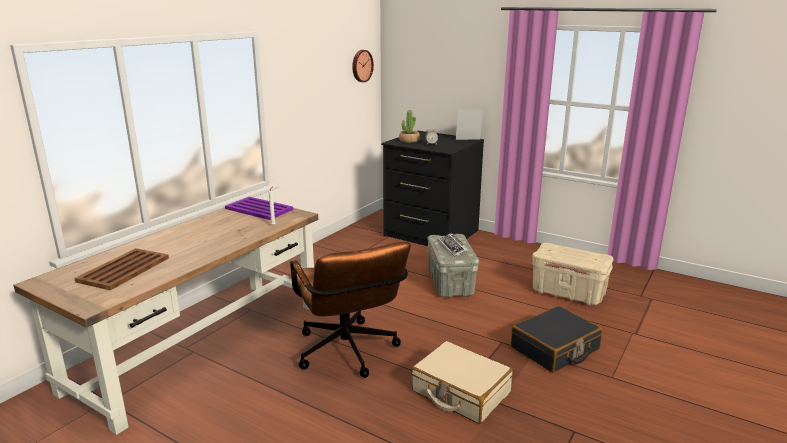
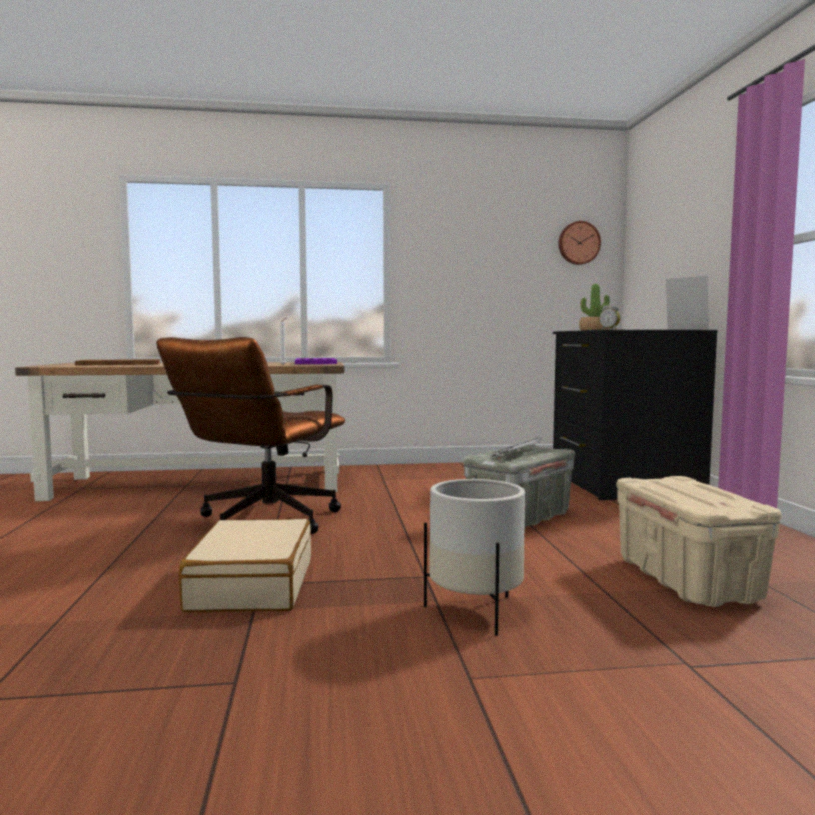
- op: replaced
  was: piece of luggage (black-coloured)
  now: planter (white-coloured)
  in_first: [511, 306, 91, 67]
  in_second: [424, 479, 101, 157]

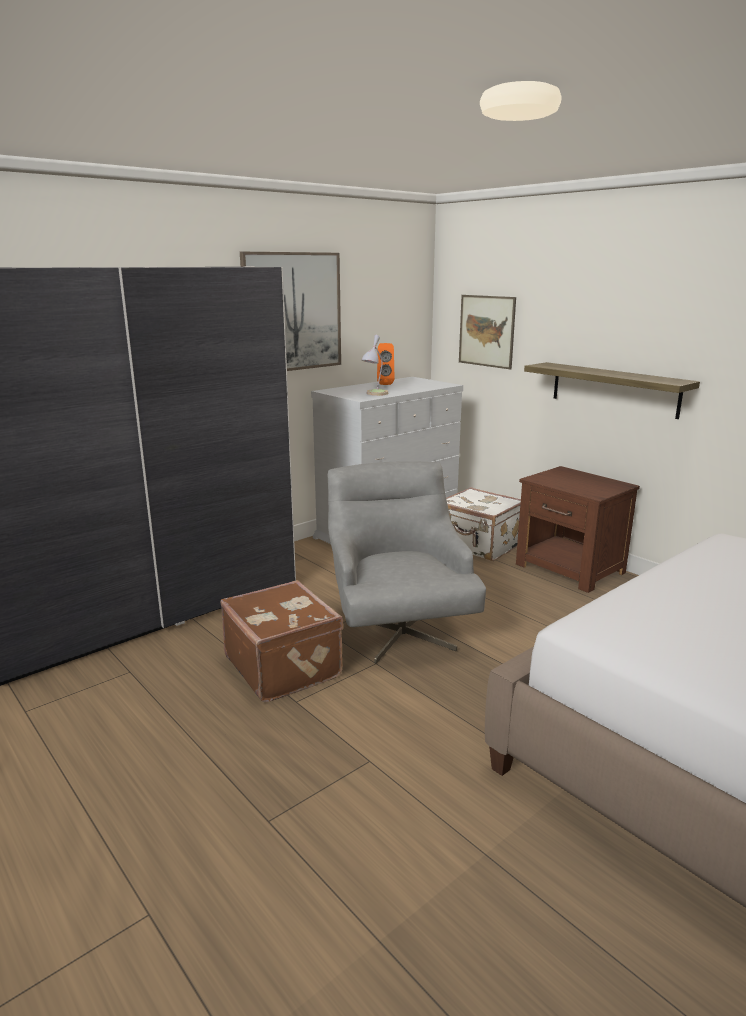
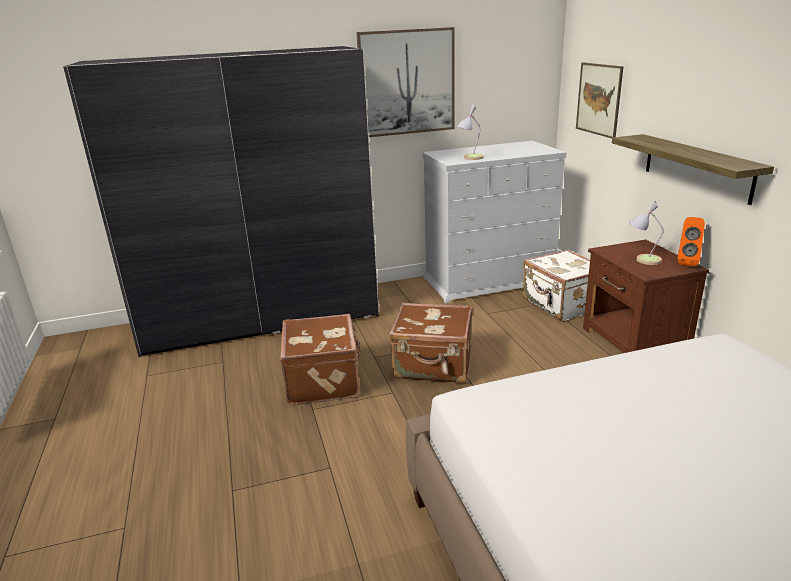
- op: added
  now: tabletop lamp
  in_second: [629, 201, 35, 64]
- op: moved
  was: speaker (orange-coloured)
  in_first: [377, 343, 18, 42]
  in_second: [678, 217, 27, 49]
- op: replaced
  was: armchair (grey)
  now: piece of luggage (brownish)
  in_first: [327, 461, 159, 203]
  in_second: [390, 303, 83, 80]

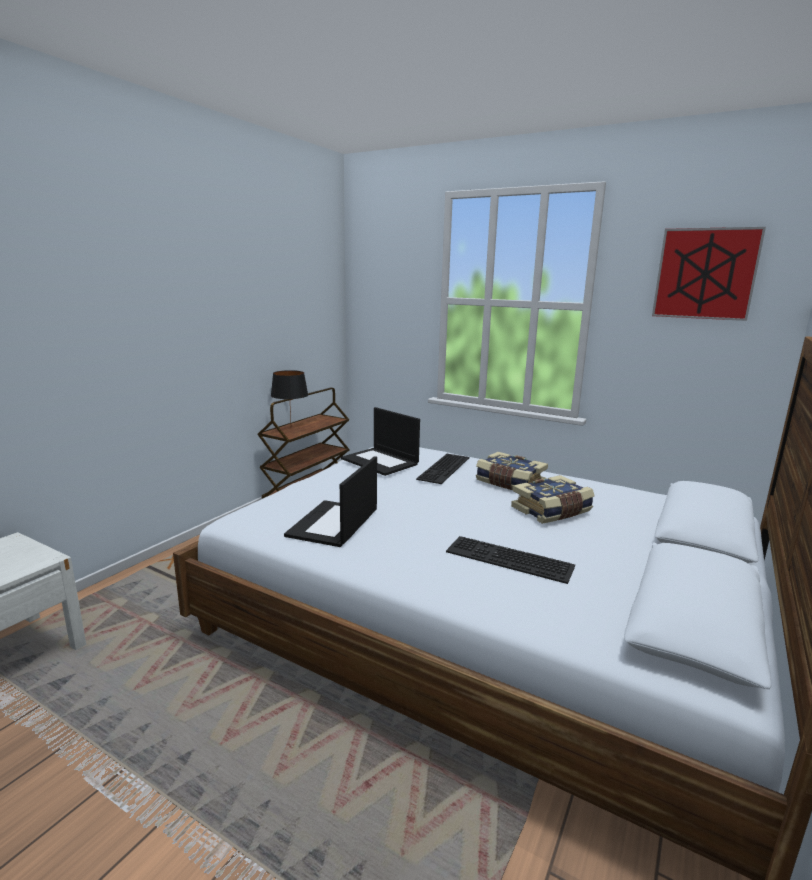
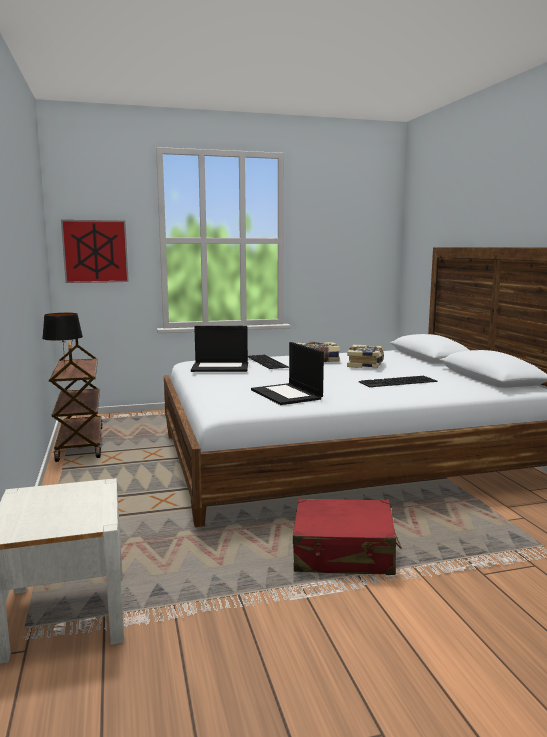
- op: added
  now: piece of luggage (reddish)
  in_second: [293, 499, 109, 76]
- op: moved
  was: wall art
  in_first: [652, 227, 114, 94]
  in_second: [61, 220, 68, 63]

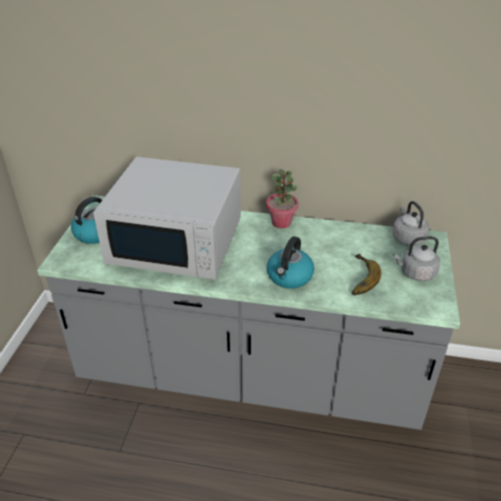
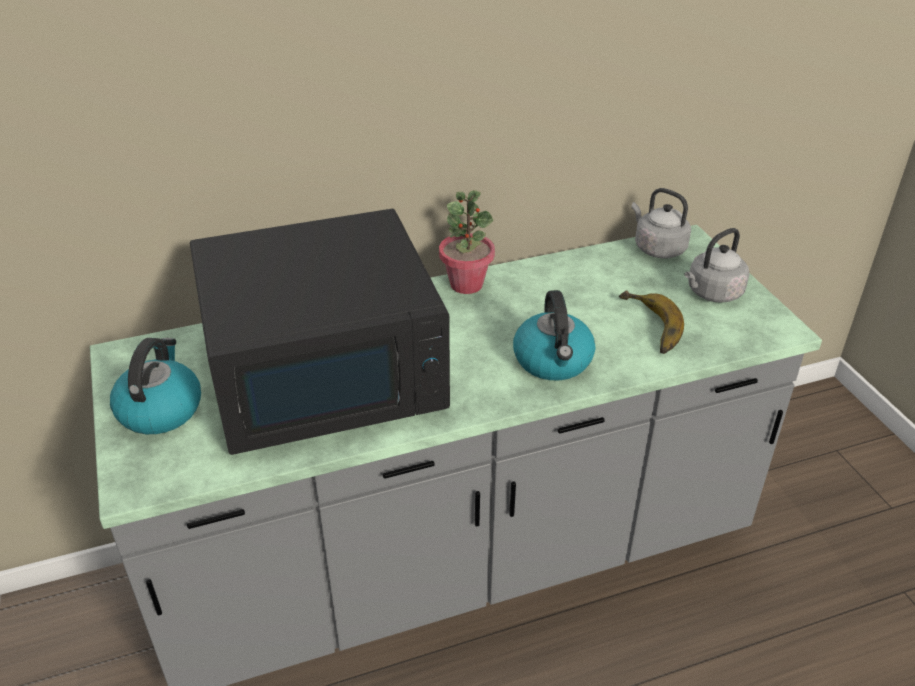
- op: recoloured
  was: microwave oven (white-coloured)
  now: microwave oven (black-coloured)
  in_first: [93, 157, 148, 123]
  in_second: [190, 209, 260, 246]

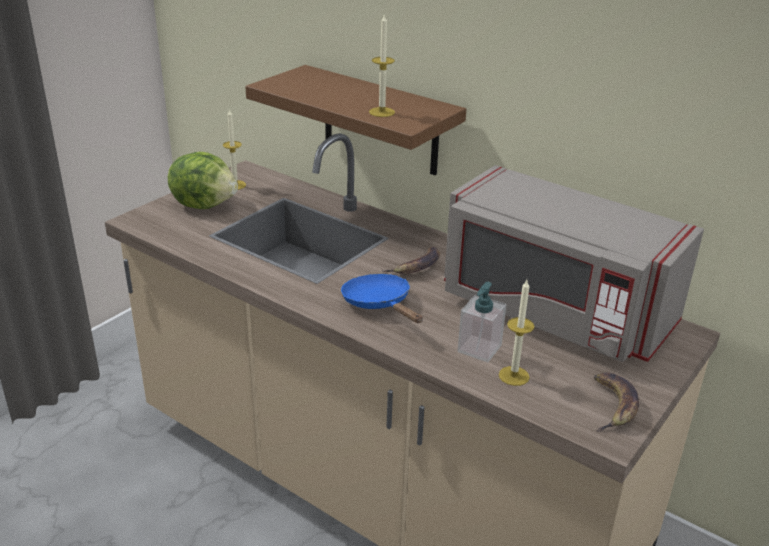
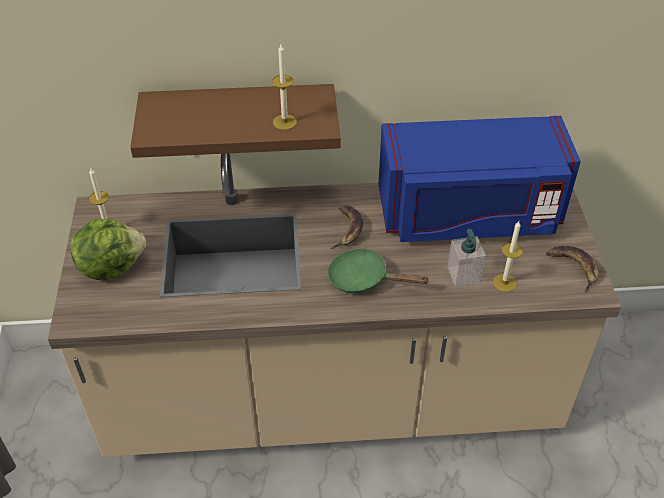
- op: recoloured
  was: frying pan (blue-coloured)
  now: frying pan (green)
  in_first: [341, 274, 82, 49]
  in_second: [327, 248, 103, 45]
- op: recoloured
  was: microwave oven (grey)
  now: microwave oven (blue-coloured)
  in_first: [444, 165, 260, 197]
  in_second: [379, 116, 202, 126]

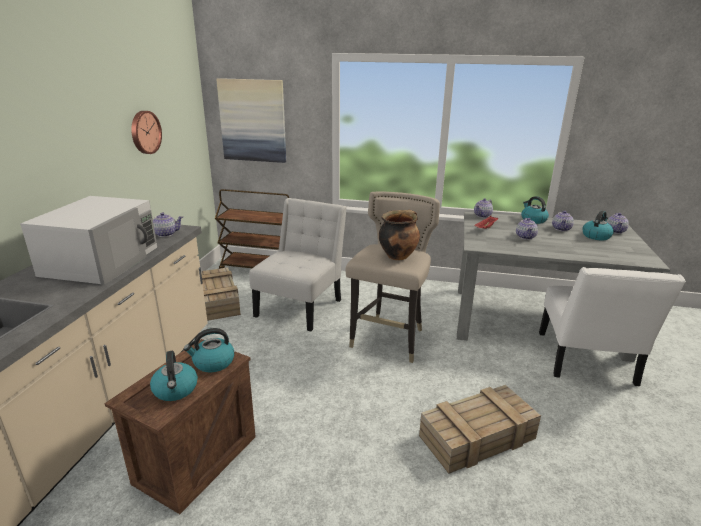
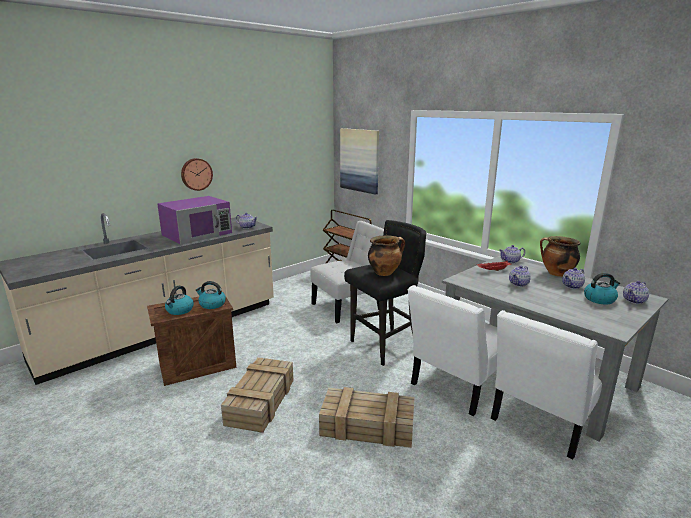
- op: added
  now: plain chair (white-coloured)
  in_second: [408, 285, 89, 131]
- op: moved
  was: hanging clock
  in_first: [131, 111, 31, 43]
  in_second: [181, 158, 32, 33]
- op: moved
  was: packing crate
  in_first: [201, 267, 40, 54]
  in_second: [221, 357, 72, 76]
- op: replaced
  was: tea kettle
  now: cooking pot
  in_first: [521, 196, 28, 28]
  in_second: [540, 236, 40, 41]
- op: recoloured
  was: microwave oven (white-coloured)
  now: microwave oven (purple)
  in_first: [20, 196, 137, 89]
  in_second: [157, 196, 75, 49]
- op: recoloured
  was: stool seat (sand-coloured)
  now: stool seat (black-coloured)
  in_first: [346, 191, 94, 172]
  in_second: [344, 220, 82, 146]

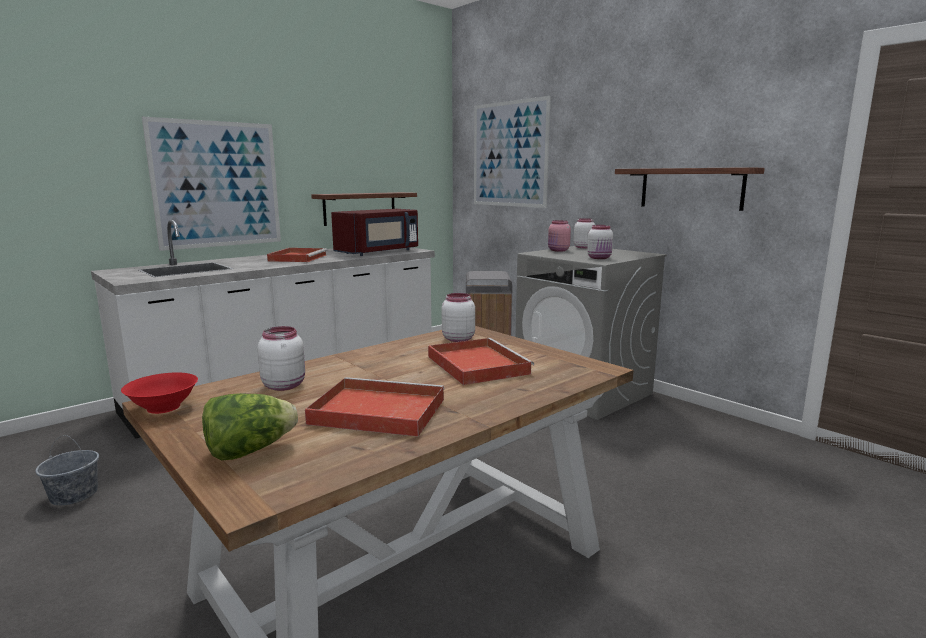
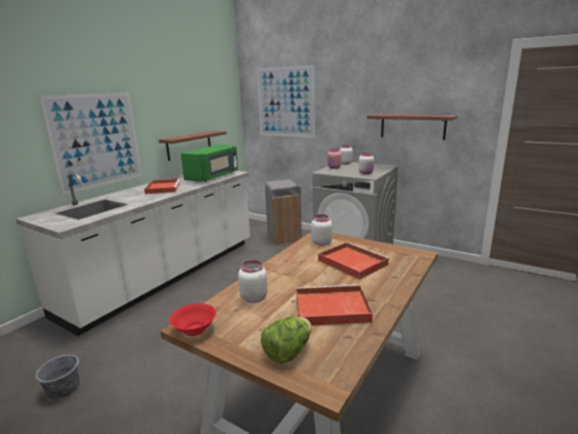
- op: recoloured
  was: microwave oven (reddish)
  now: microwave oven (green)
  in_first: [331, 209, 87, 47]
  in_second: [181, 145, 57, 37]

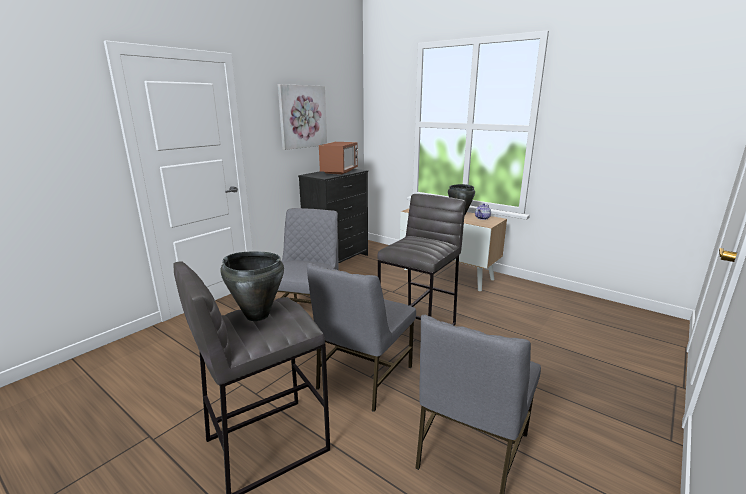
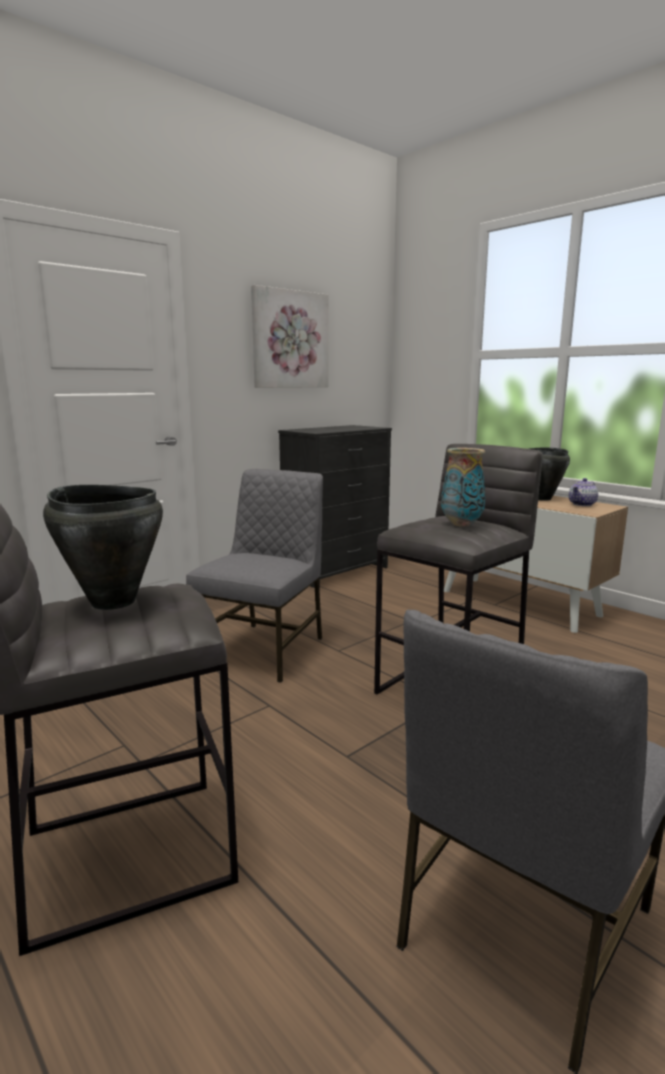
- op: removed
  was: plain chair (grey)
  in_first: [307, 263, 109, 149]
- op: removed
  was: microwave oven
  in_first: [319, 142, 39, 33]
- op: added
  now: flower vase
  in_second: [441, 448, 44, 79]

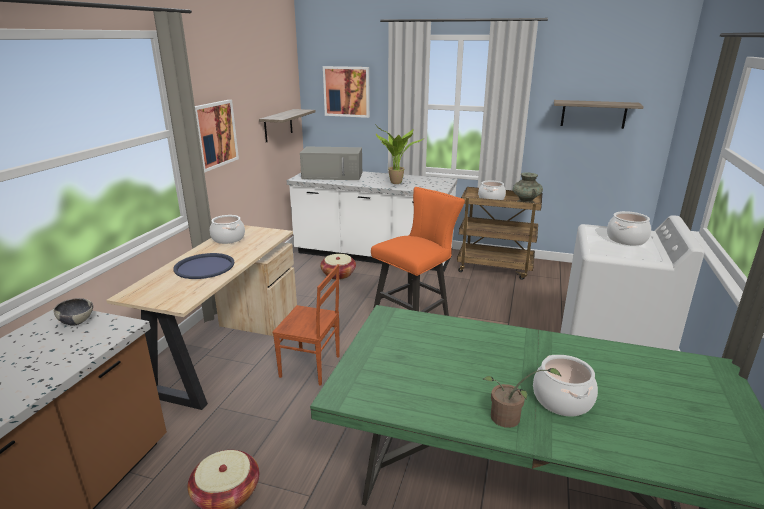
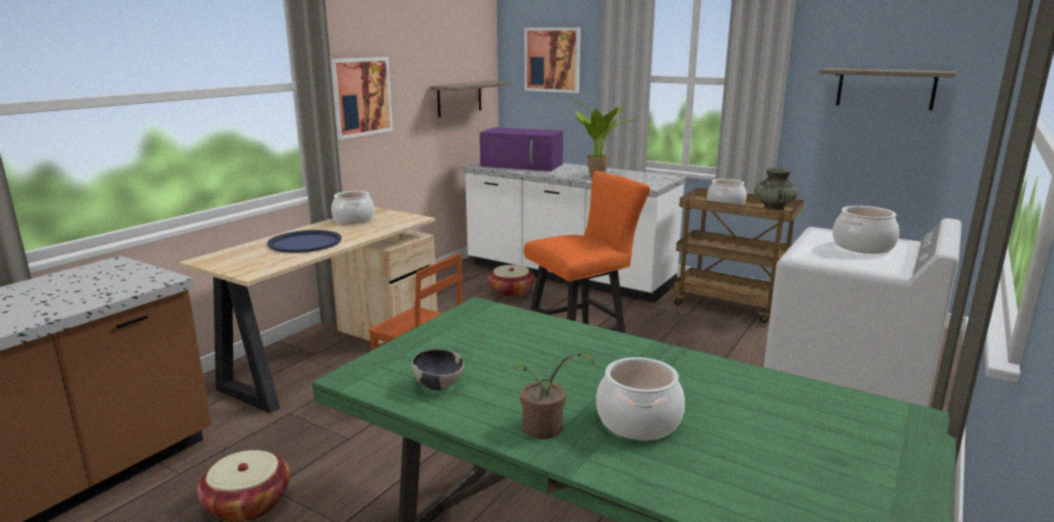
- op: moved
  was: serving bowl
  in_first: [53, 298, 40, 28]
  in_second: [412, 349, 52, 42]
- op: recoloured
  was: microwave oven (grey)
  now: microwave oven (purple)
  in_first: [300, 146, 62, 34]
  in_second: [480, 127, 83, 44]

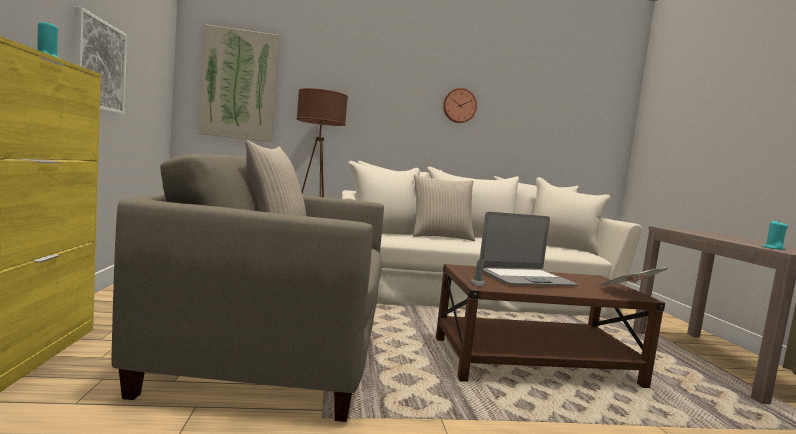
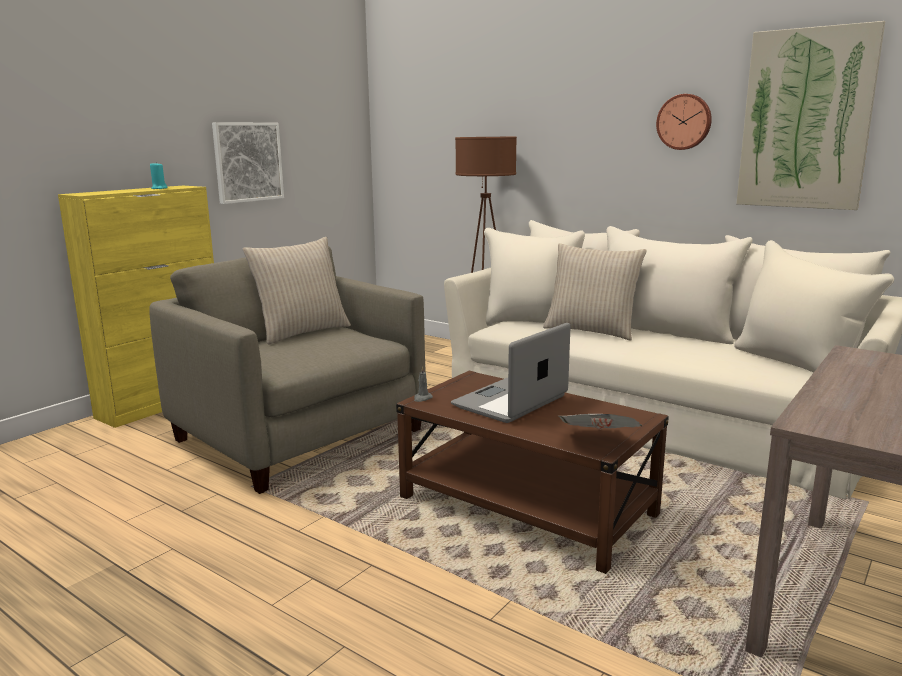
- op: removed
  was: candle (blue-green)
  in_first: [762, 221, 26, 29]
- op: moved
  was: wall art
  in_first: [198, 24, 81, 118]
  in_second: [736, 21, 149, 189]
- op: turned
  was: notebook computer
  in_first: [480, 212, 98, 74]
  in_second: [451, 323, 120, 100]
  clockwise: 105

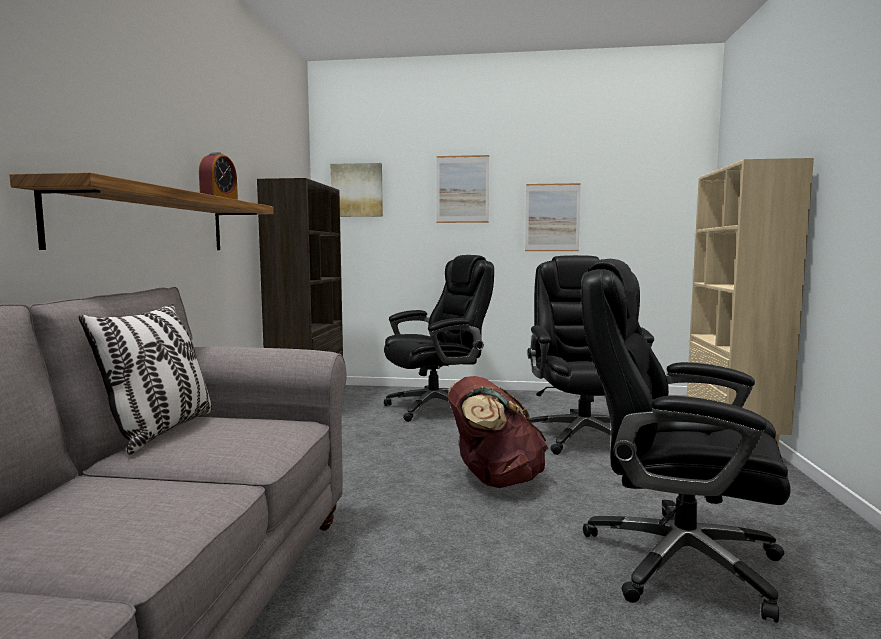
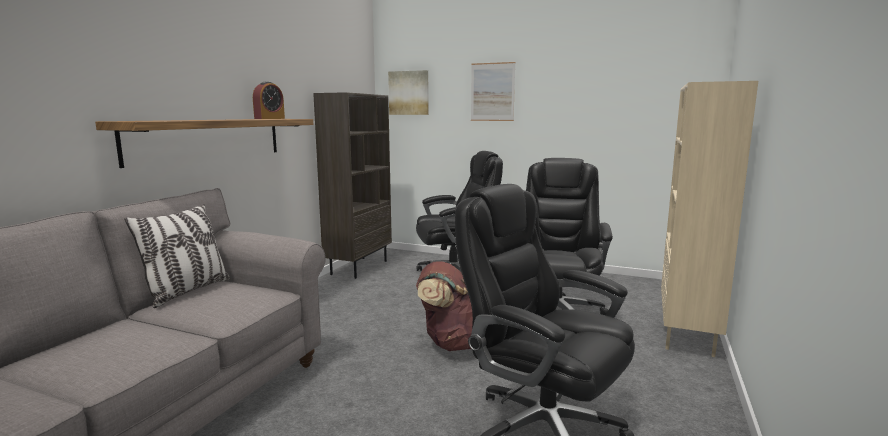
- op: removed
  was: wall art
  in_first: [525, 183, 56, 68]

